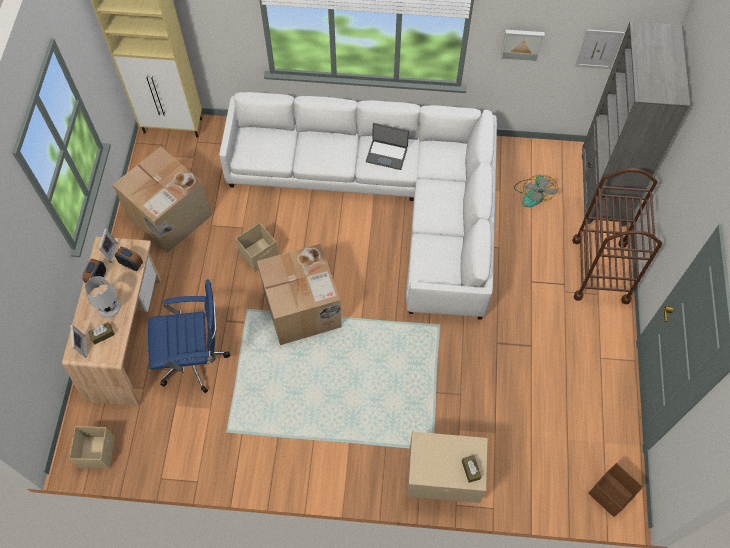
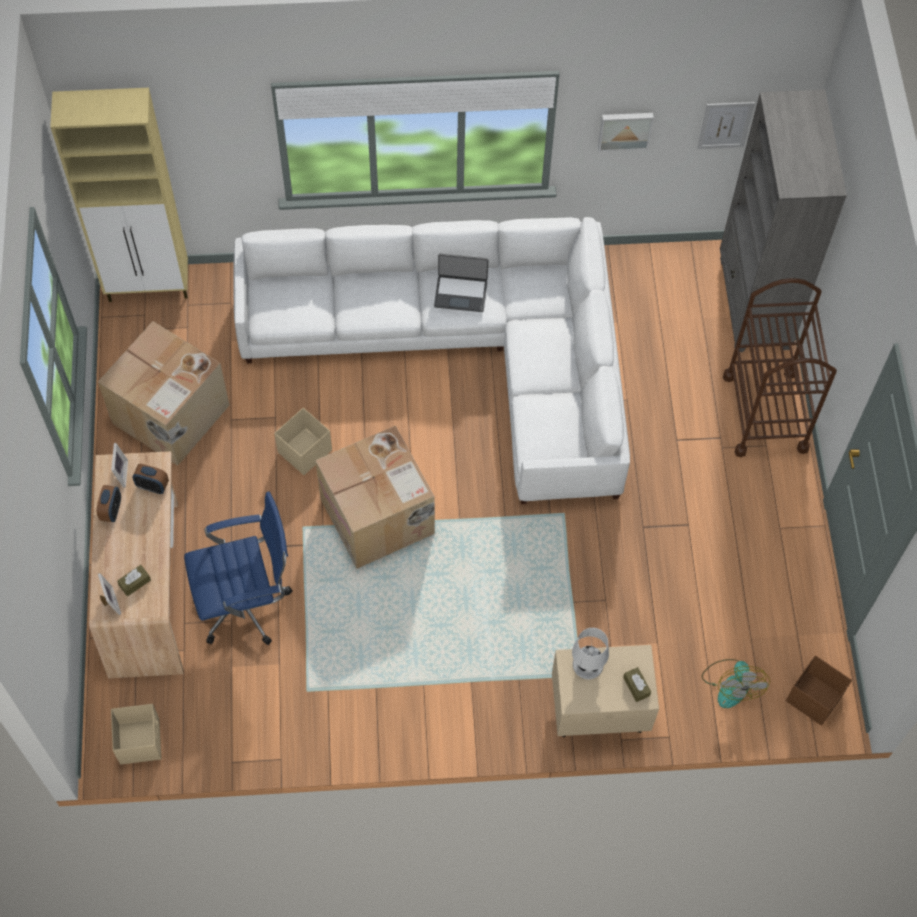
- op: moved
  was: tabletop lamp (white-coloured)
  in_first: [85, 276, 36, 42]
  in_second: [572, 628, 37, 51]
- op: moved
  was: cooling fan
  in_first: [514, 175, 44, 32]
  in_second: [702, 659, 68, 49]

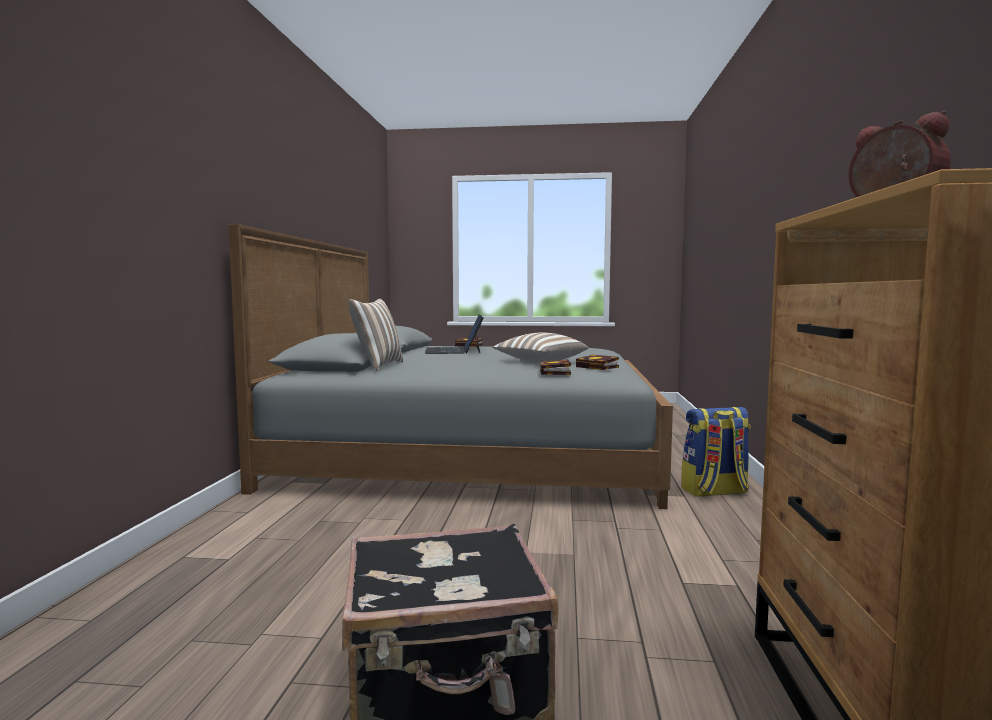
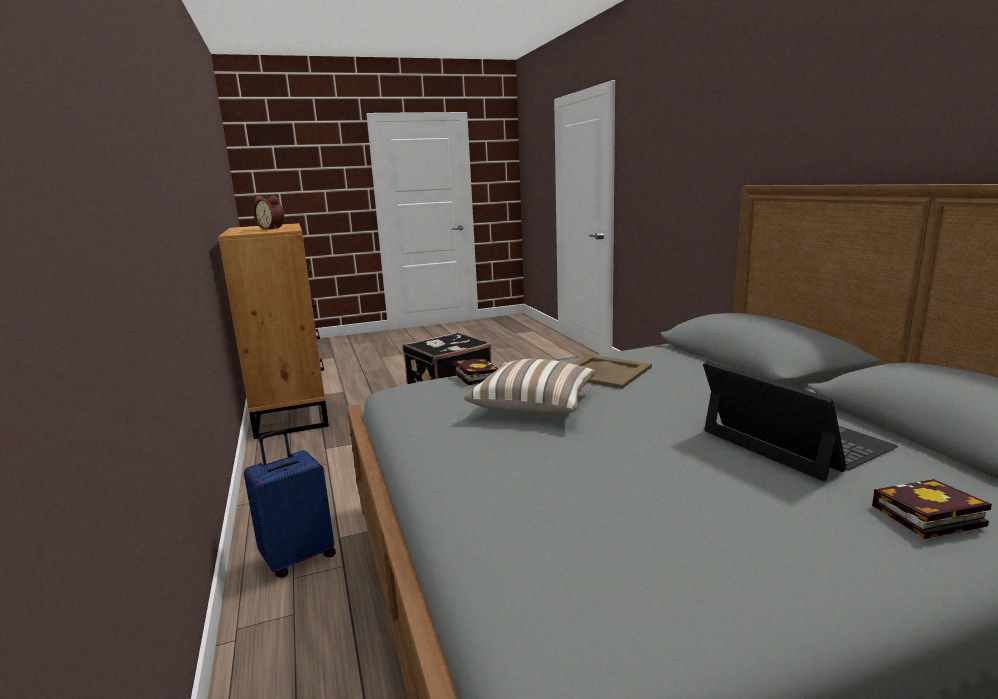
- op: removed
  was: cushion
  in_first: [348, 299, 55, 71]
- op: removed
  was: book
  in_first: [576, 355, 43, 15]
- op: added
  now: carrying tray (sand-coloured)
  in_second: [572, 354, 80, 35]
- op: replaced
  was: backpack
  now: piece of luggage (blue-coloured)
  in_first: [682, 407, 68, 90]
  in_second: [244, 429, 92, 148]

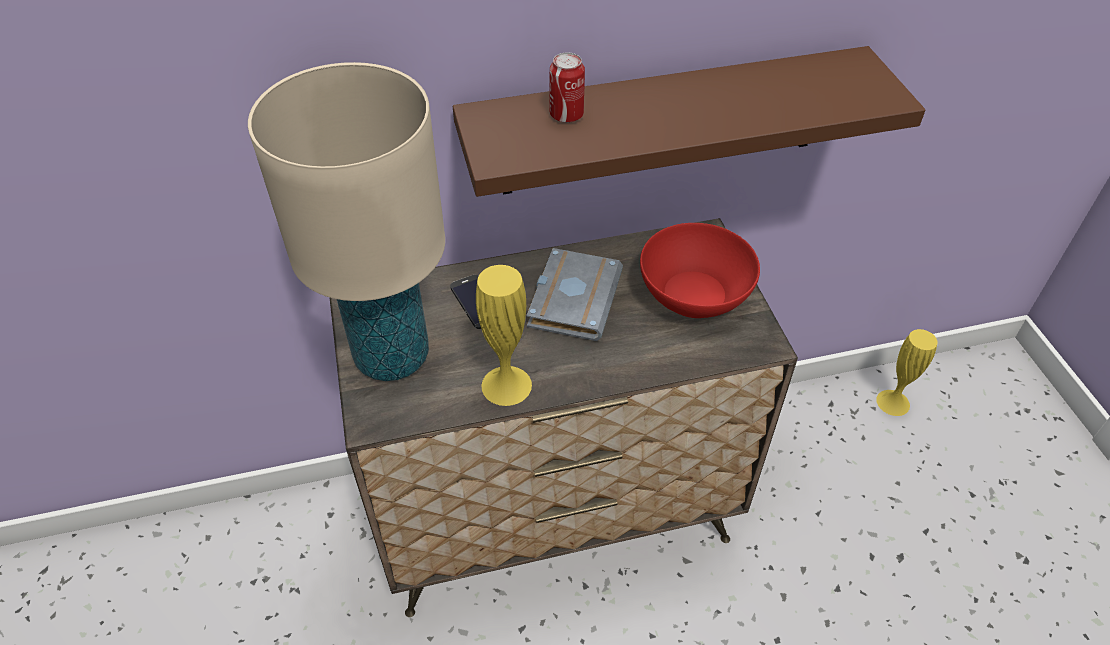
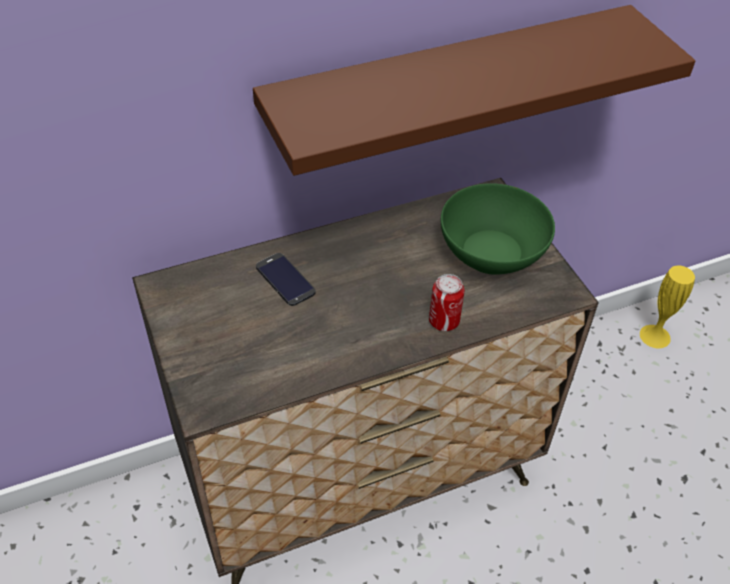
- op: removed
  was: tabletop lamp (sand-coloured)
  in_first: [248, 62, 197, 319]
- op: removed
  was: flower vase (yellow)
  in_first: [476, 265, 56, 141]
- op: removed
  was: book (grey)
  in_first: [526, 248, 97, 93]
- op: moved
  was: can
  in_first: [550, 52, 35, 71]
  in_second: [429, 274, 35, 57]
- op: recoloured
  was: serving bowl (reddish)
  now: serving bowl (green)
  in_first: [640, 223, 120, 95]
  in_second: [441, 183, 114, 92]

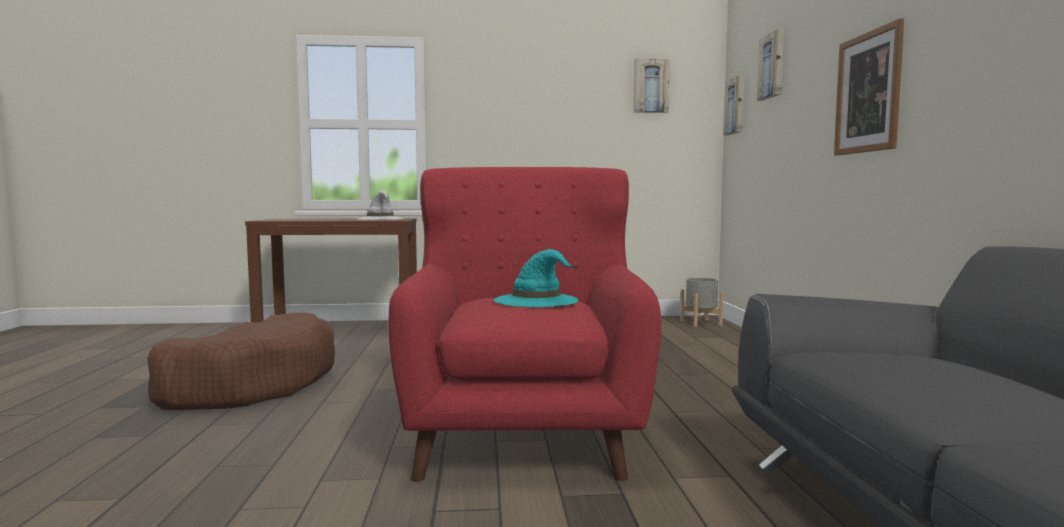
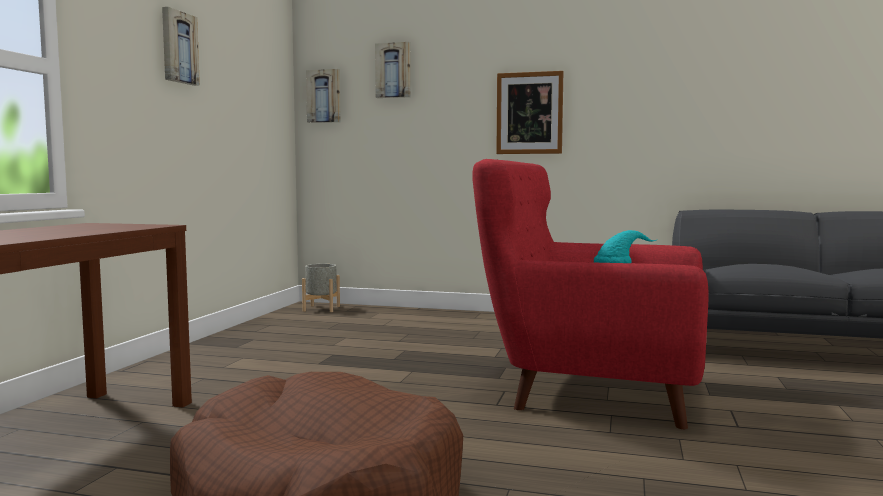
- op: removed
  was: hat (white-coloured)
  in_first: [358, 190, 46, 30]
- op: moved
  was: wall art
  in_first: [634, 59, 36, 54]
  in_second: [162, 7, 38, 79]

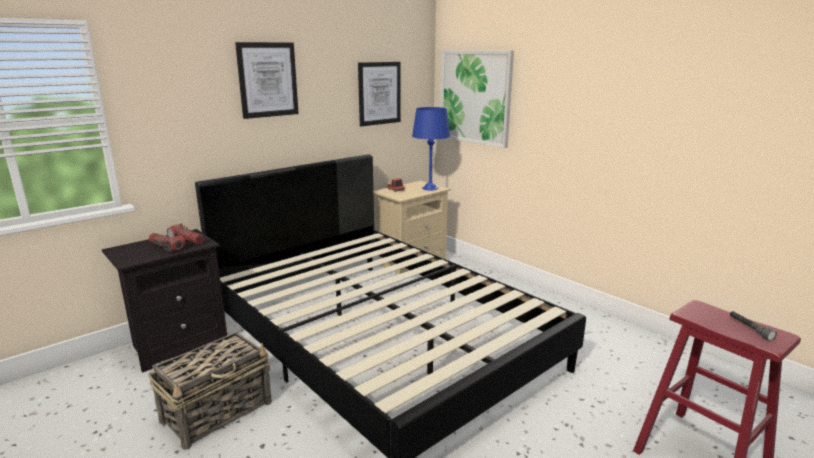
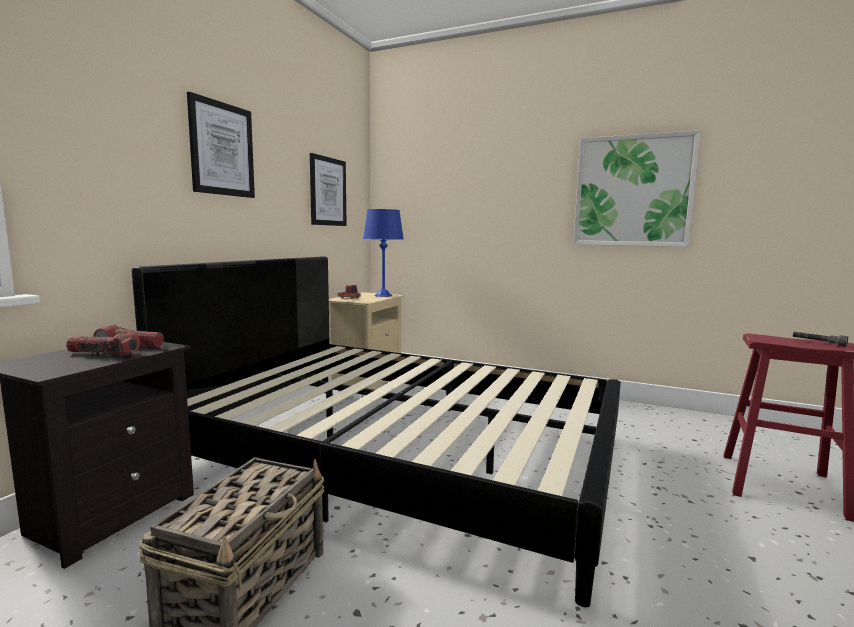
- op: moved
  was: wall art
  in_first: [441, 50, 73, 98]
  in_second: [573, 130, 128, 117]

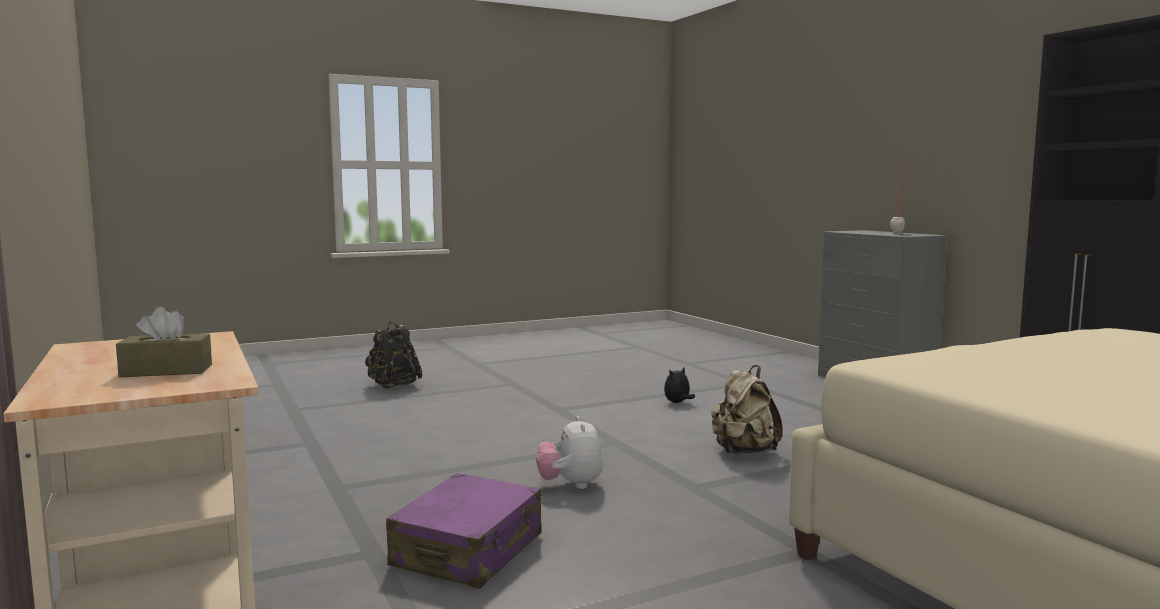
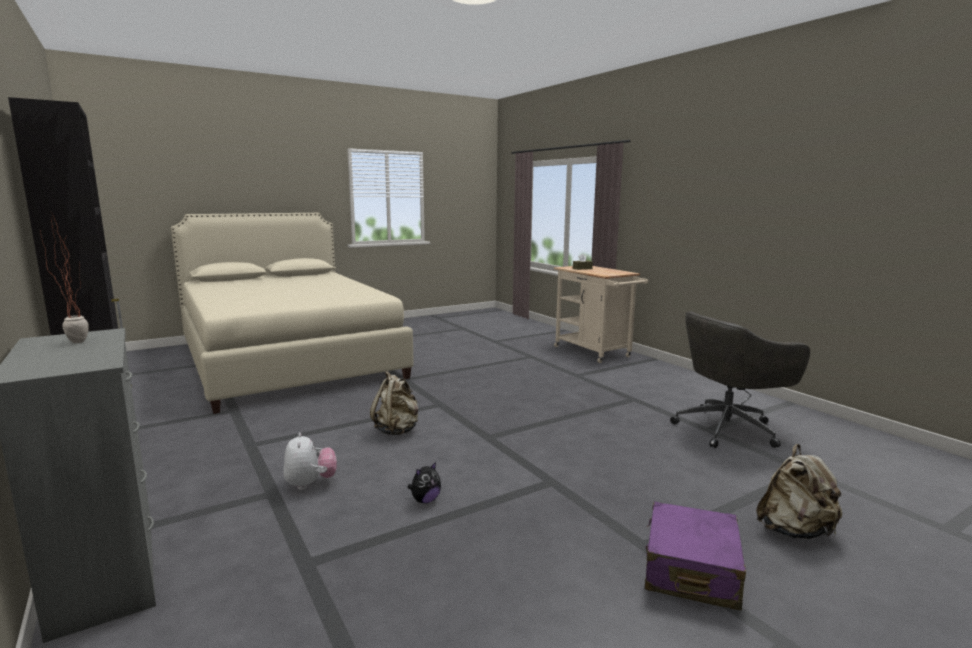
- op: added
  now: desk chair (grey)
  in_second: [670, 311, 140, 137]
- op: moved
  was: piece of luggage (purple)
  in_first: [386, 473, 156, 116]
  in_second: [645, 502, 101, 109]
- op: moved
  was: cuddly toy
  in_first: [536, 416, 67, 73]
  in_second: [283, 433, 54, 57]
- op: recoloured
  was: backpack (black-coloured)
  now: backpack (sand-coloured)
  in_first: [365, 322, 58, 67]
  in_second: [756, 444, 88, 95]

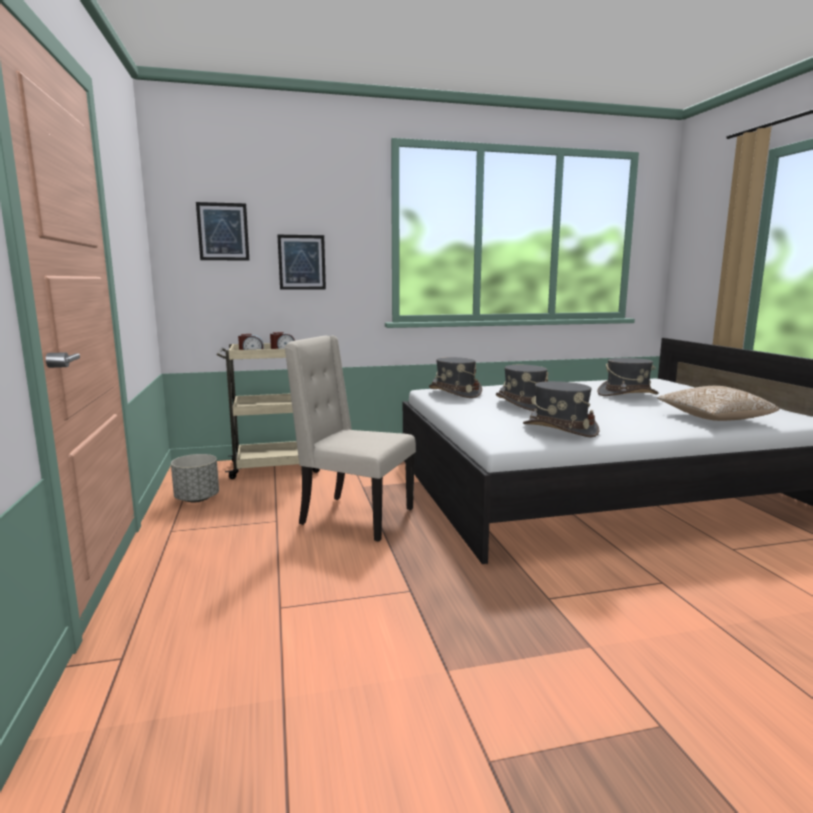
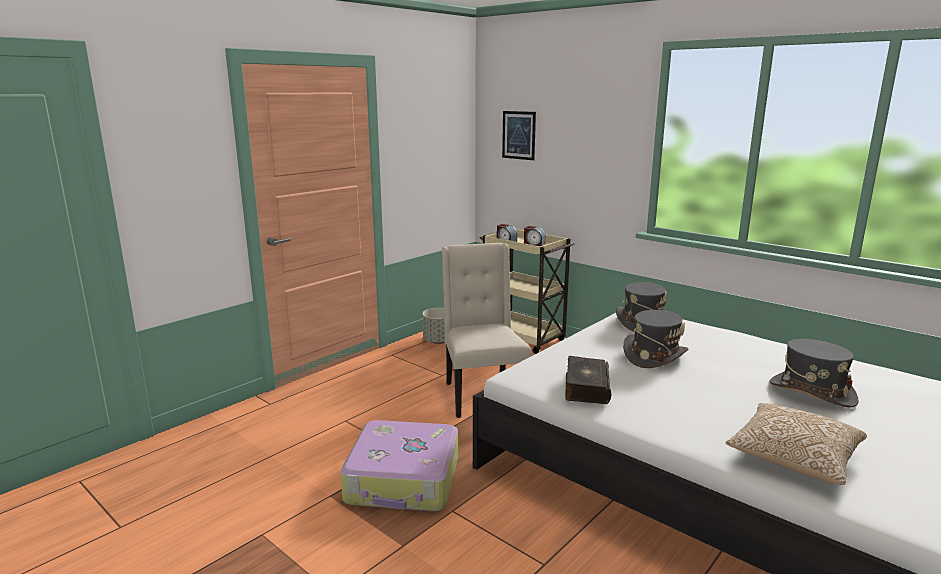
- op: removed
  was: wall art
  in_first: [277, 235, 49, 55]
- op: added
  now: piece of luggage
  in_second: [340, 420, 118, 91]
- op: replaced
  was: hat (grey)
  now: book
  in_first: [523, 381, 77, 56]
  in_second: [565, 356, 46, 48]

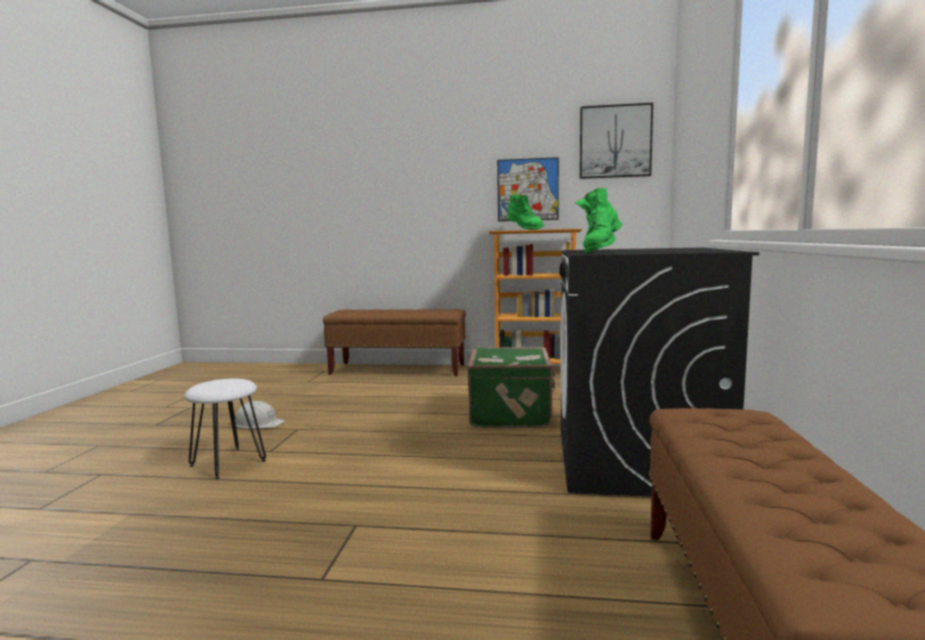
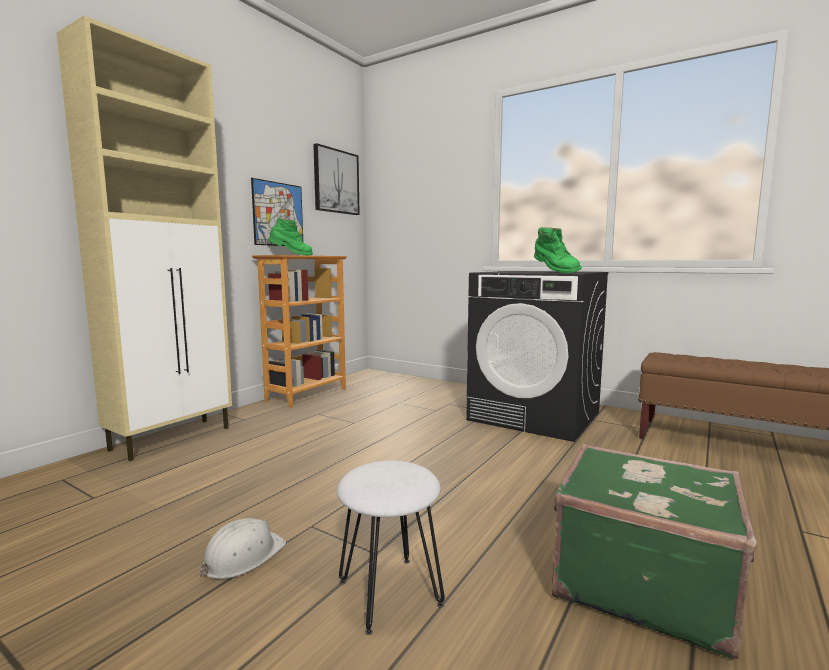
- op: moved
  was: piece of luggage (green)
  in_first: [467, 347, 89, 81]
  in_second: [551, 444, 206, 215]
- op: replaced
  was: indoor bench (brownish)
  now: cupboard (sand-coloured)
  in_first: [323, 309, 143, 67]
  in_second: [57, 16, 175, 445]

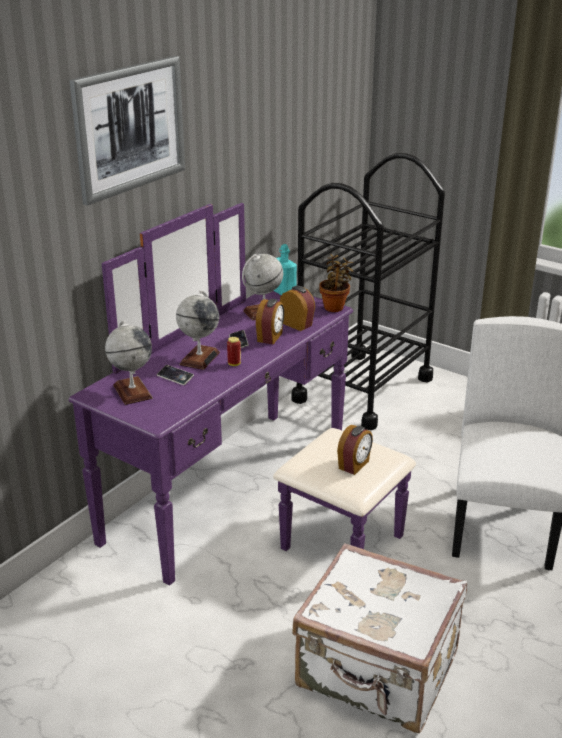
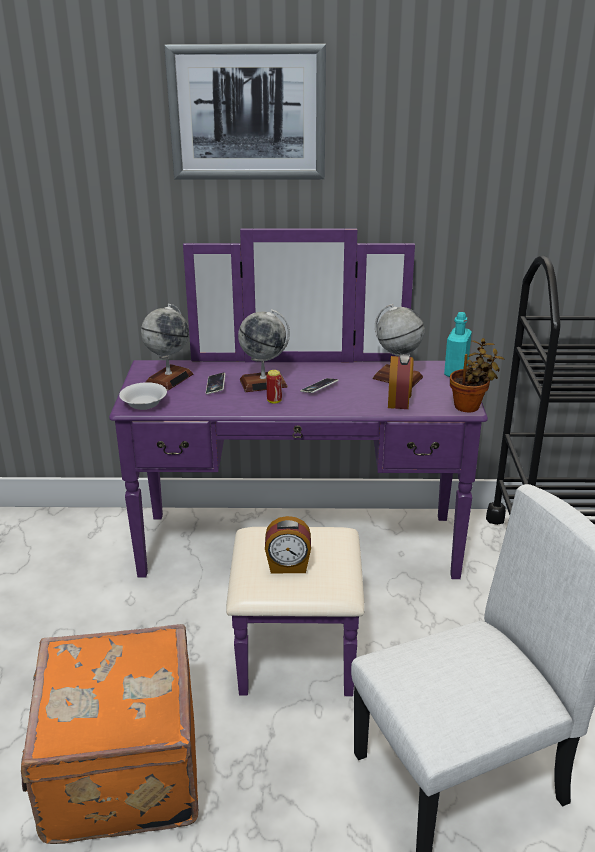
- op: removed
  was: bedside clock
  in_first: [256, 299, 28, 45]
- op: added
  now: serving bowl (white-coloured)
  in_second: [119, 382, 48, 28]
- op: recoloured
  was: piece of luggage (white-coloured)
  now: piece of luggage (orange-coloured)
  in_first: [292, 543, 175, 190]
  in_second: [21, 624, 177, 220]

